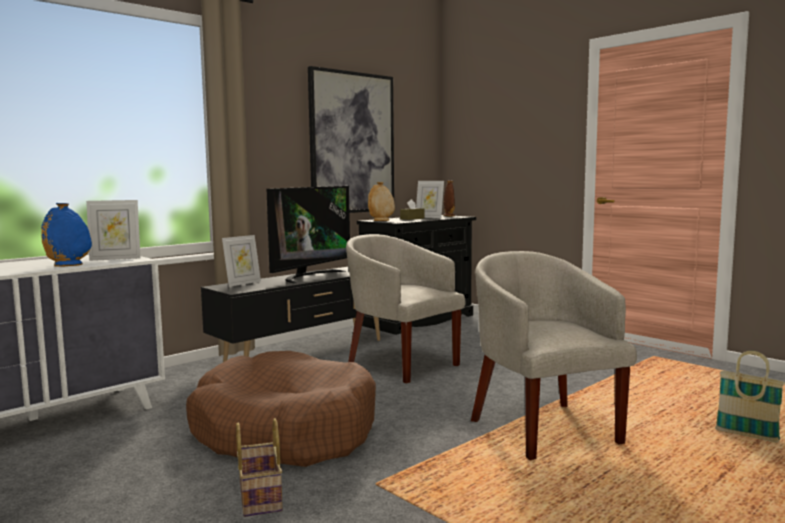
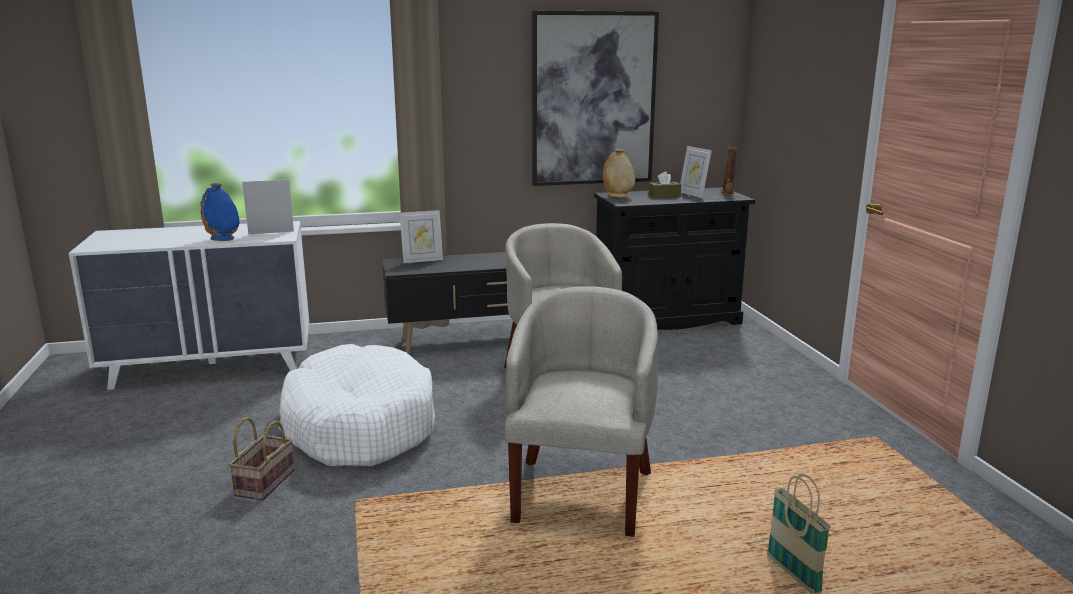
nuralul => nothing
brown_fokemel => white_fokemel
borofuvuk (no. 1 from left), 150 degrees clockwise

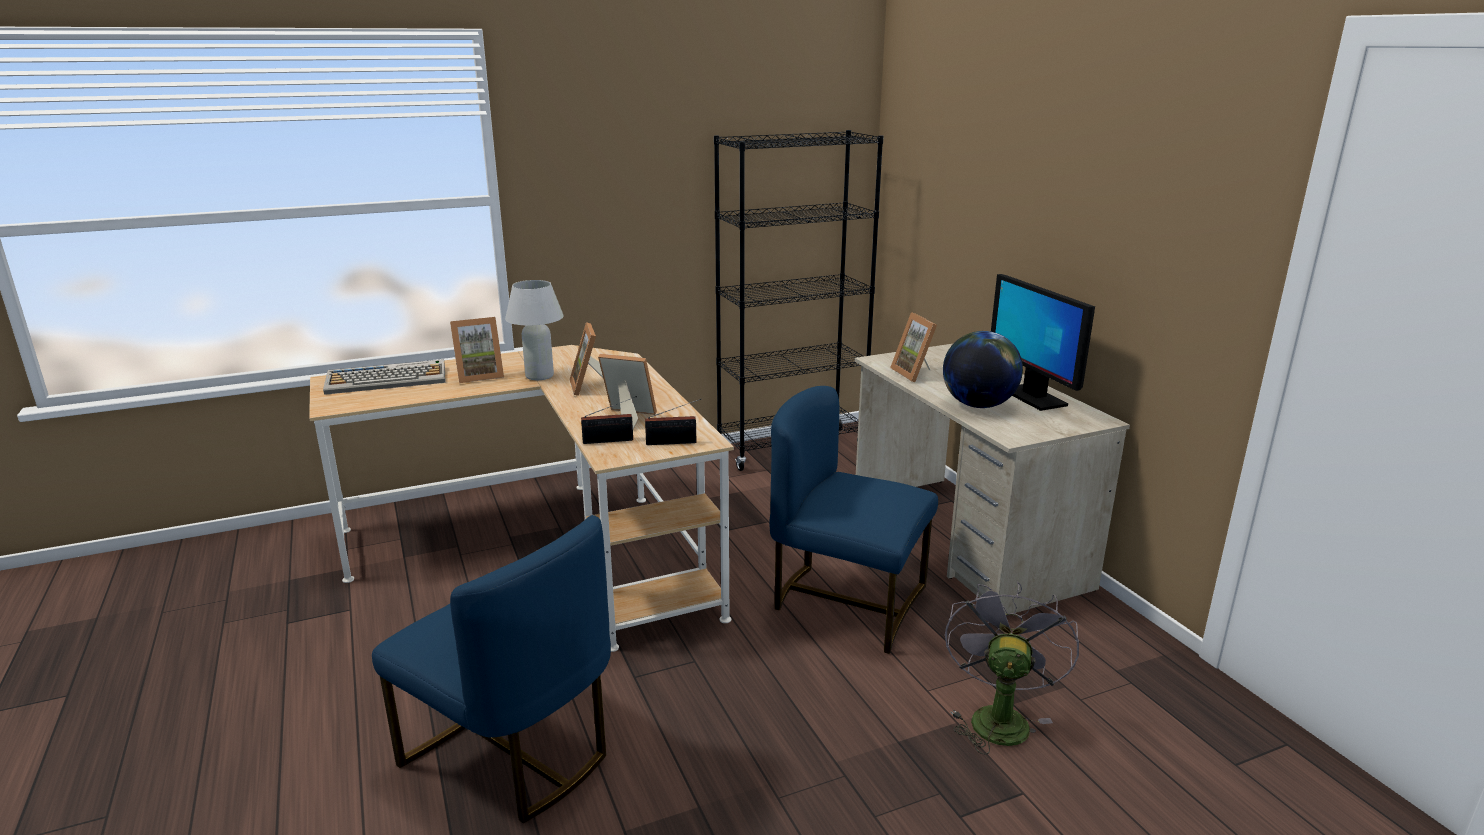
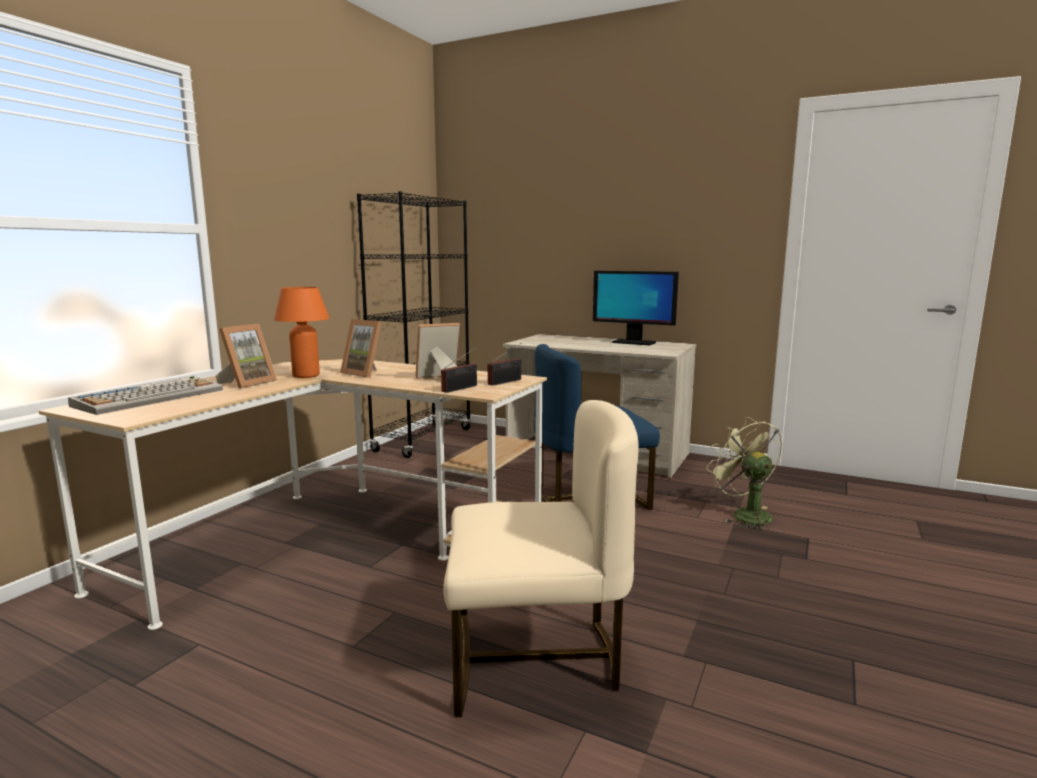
borofuvuk (no. 4 from left) => nothing
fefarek => nothing
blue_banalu (no. 1 from left) => beige_banalu
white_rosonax => orange_rosonax
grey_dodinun => green_dodinun

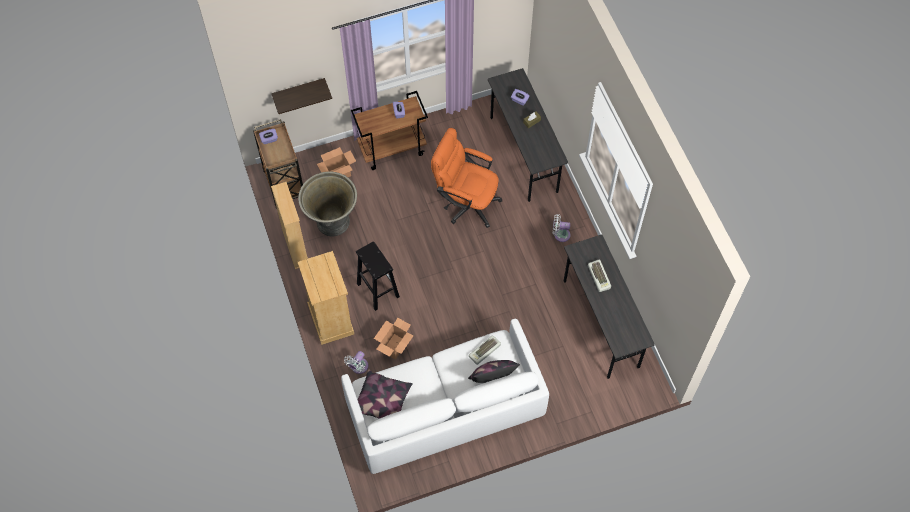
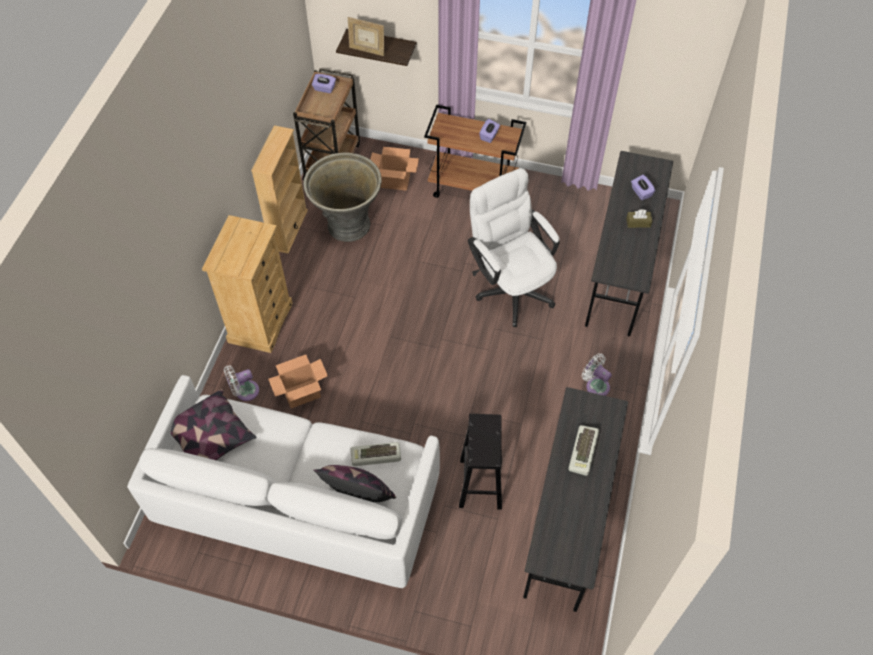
nothing => borofuvuk
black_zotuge, relocated
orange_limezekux => white_limezekux

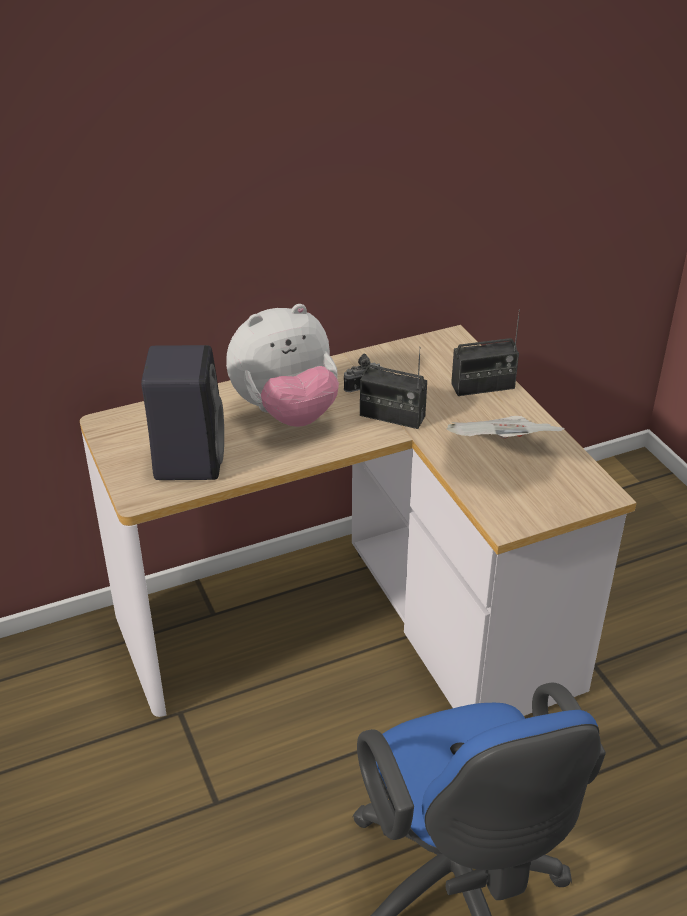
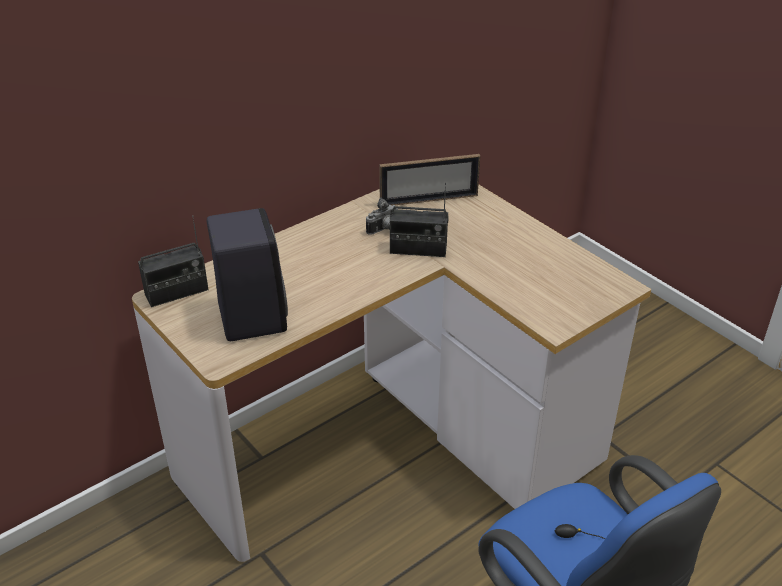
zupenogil => nothing
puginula => nothing
nothing => borofuvuk
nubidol (no. 2 from left in the first image) => nubidol (no. 1 from left), relocated

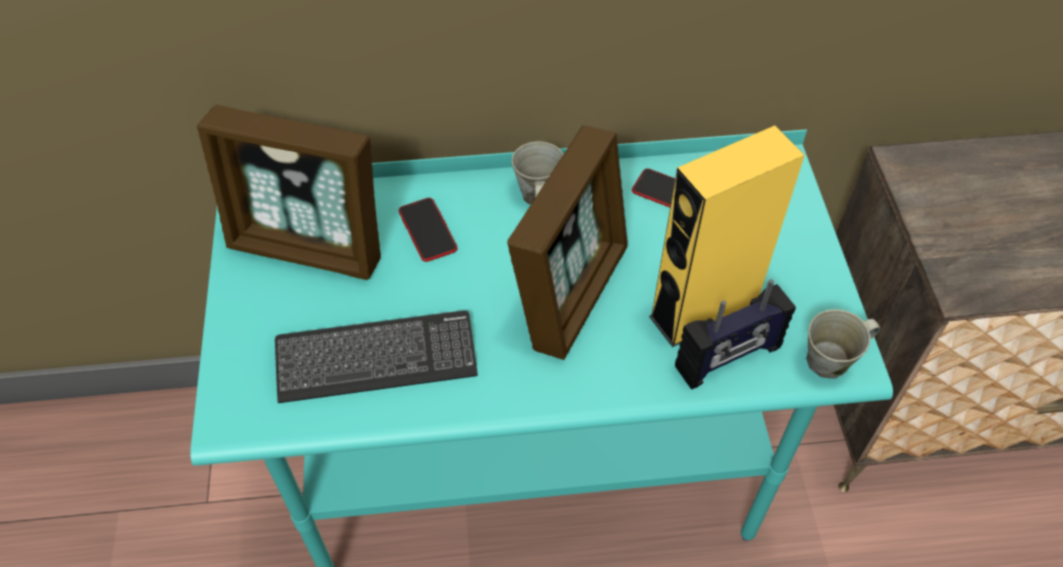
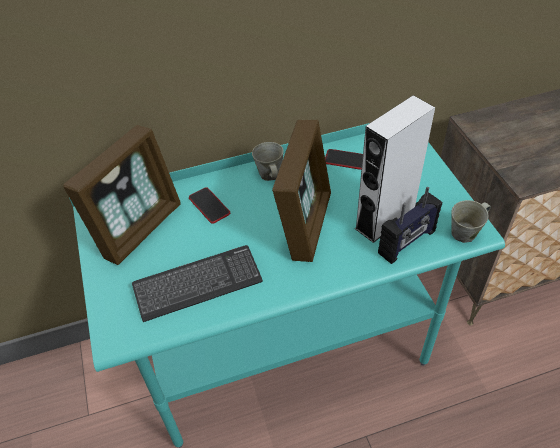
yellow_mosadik => grey_mosadik
borofuvuk (no. 1 from left), 60 degrees counterclockwise

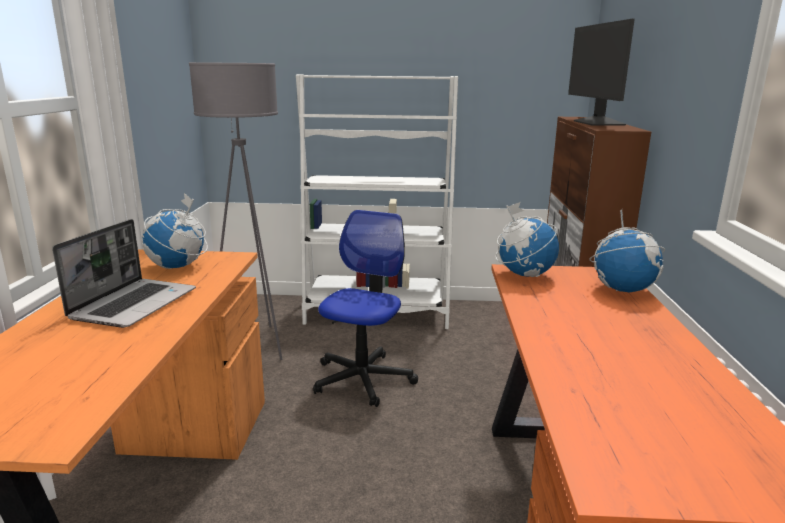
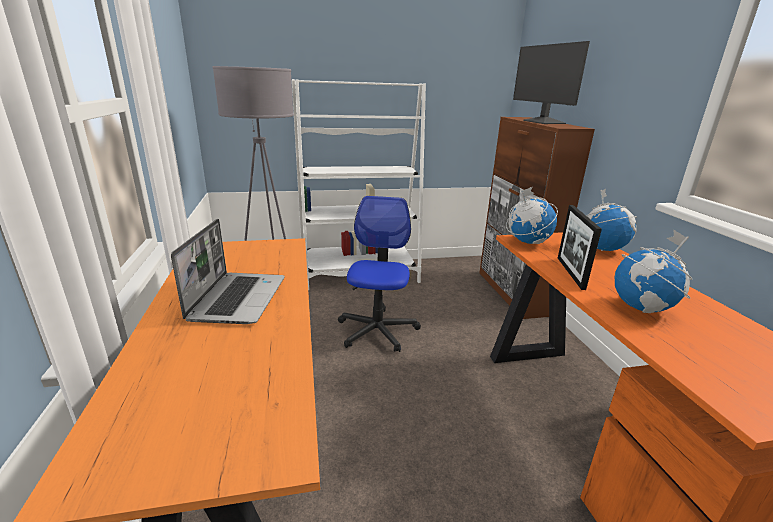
nothing => borofuvuk
fefarek (no. 1 from left in the first image) => fefarek (no. 3 from left), relocated

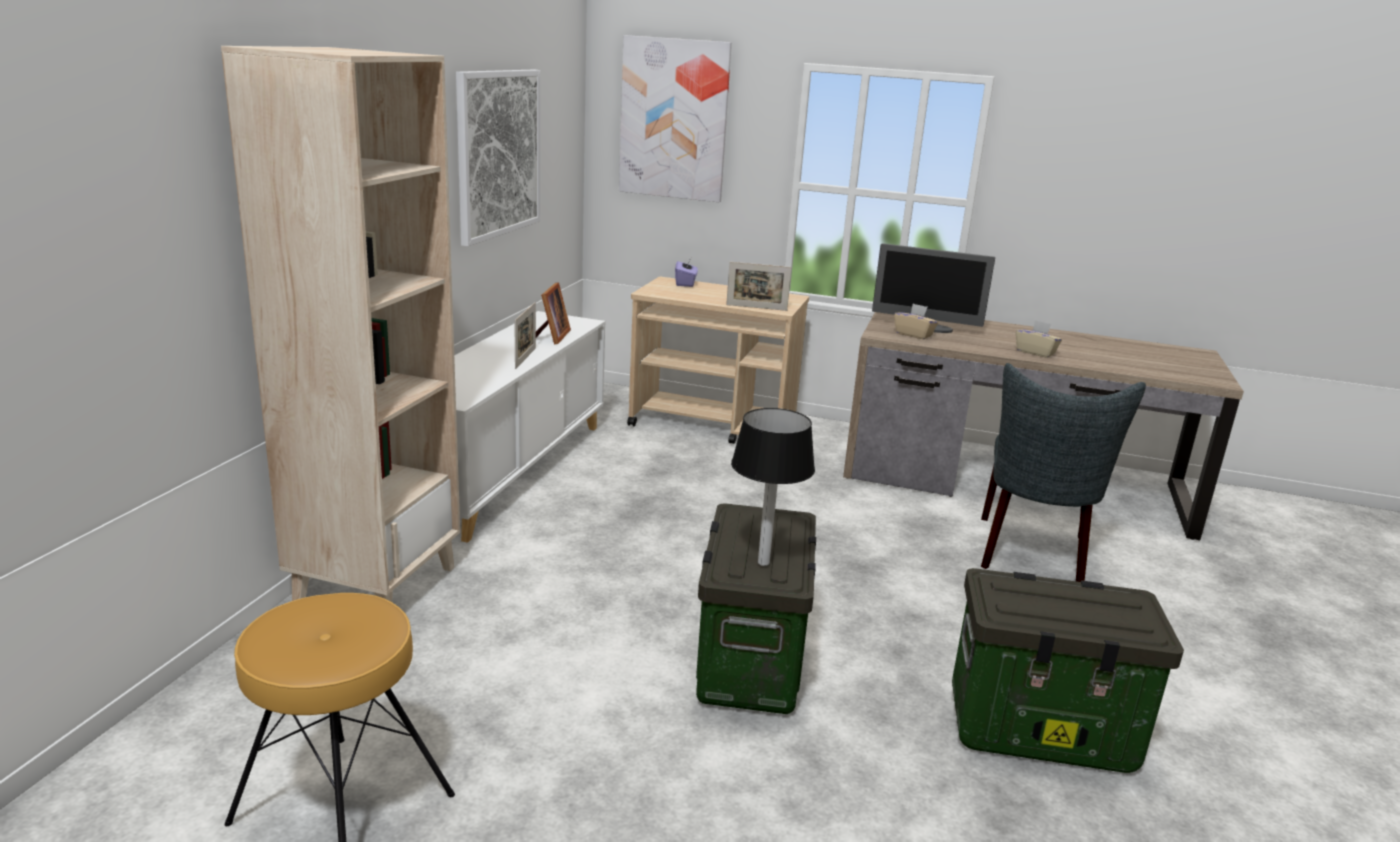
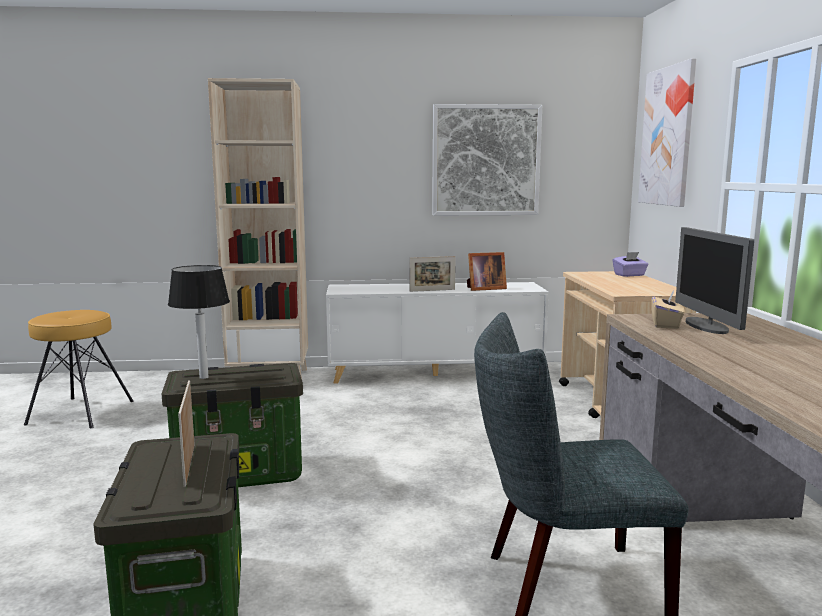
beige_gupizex (no. 2 from left) => nothing
borofuvuk (no. 3 from left in the first image) => borofuvuk (no. 1 from left), relocated

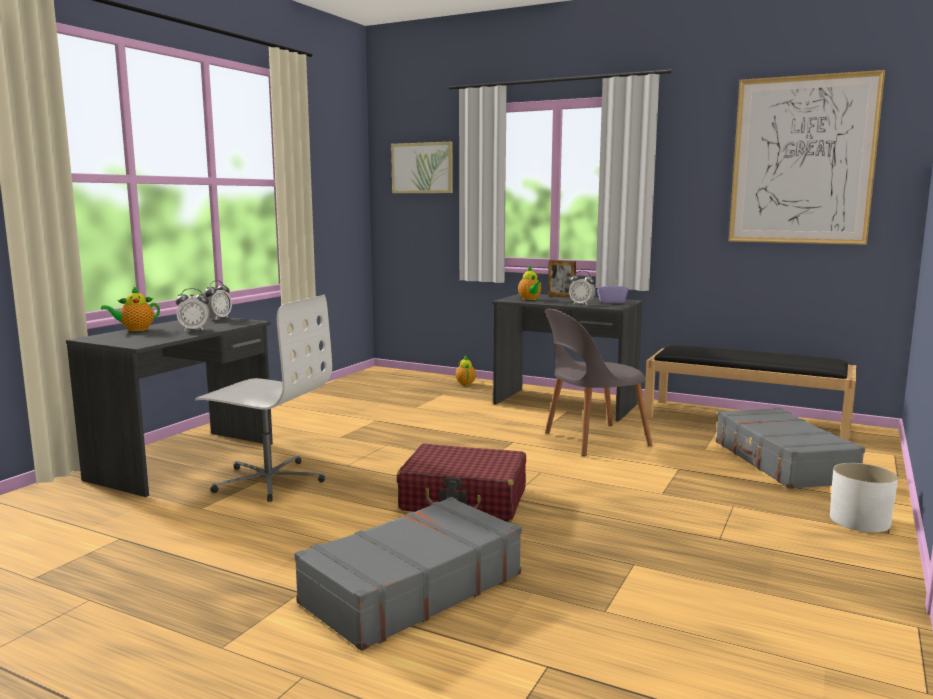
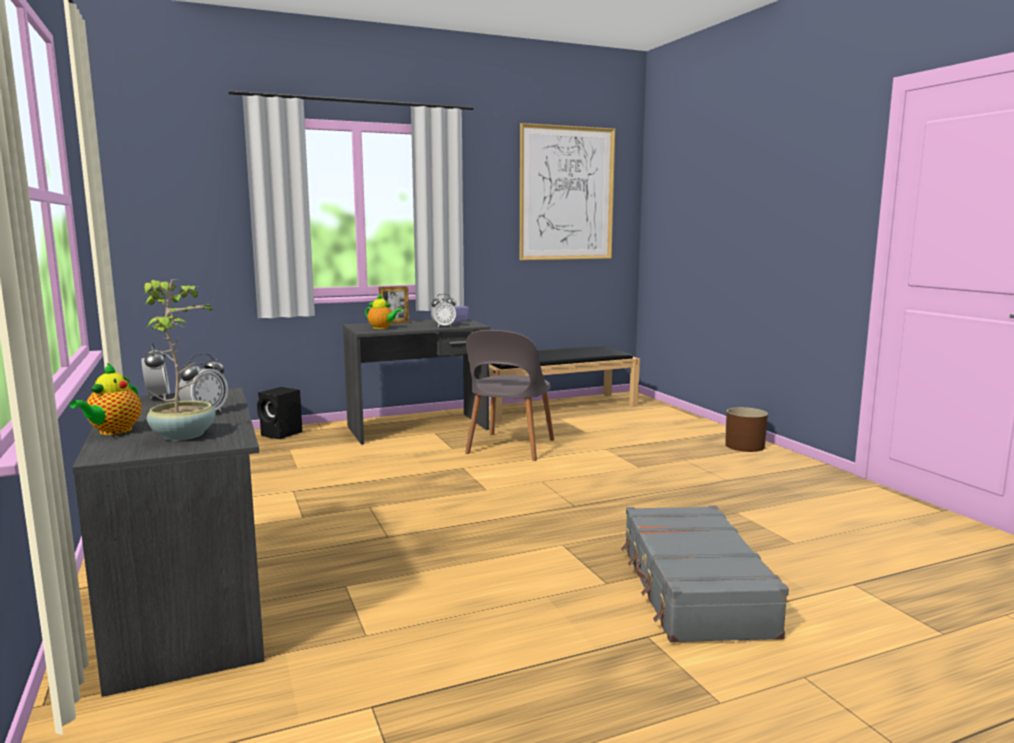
white_limezekux => nothing
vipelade (no. 1 from left) => nothing
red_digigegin => nothing
grey_digigegin (no. 2 from left) => nothing
nothing => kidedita
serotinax (no. 2 from left) => black_mosadik
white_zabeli => brown_zabeli

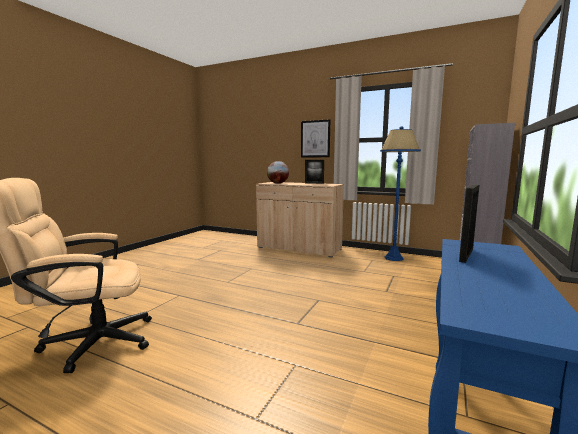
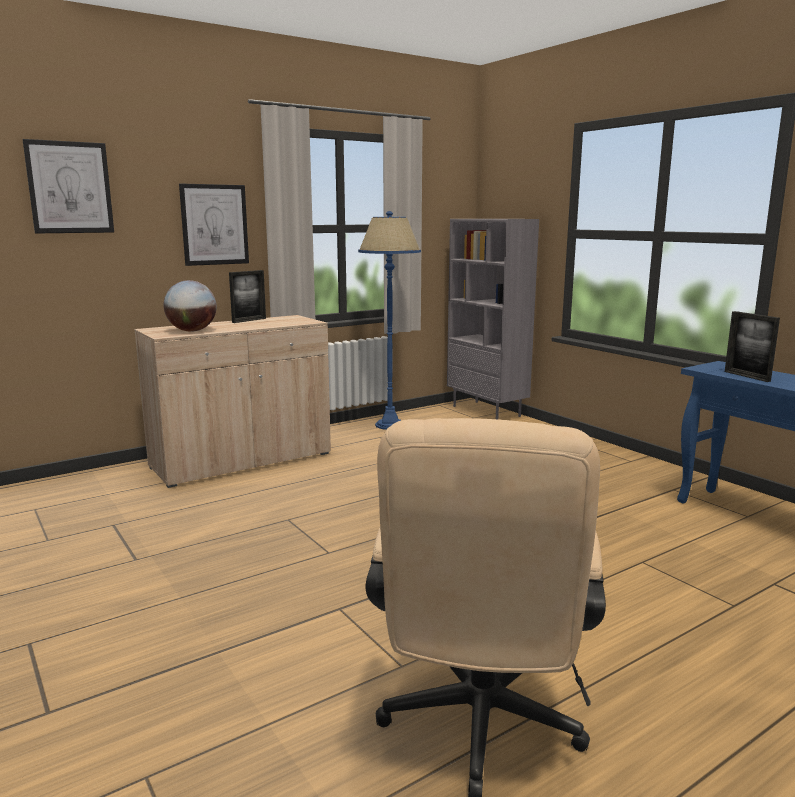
nothing => vipelade (no. 1 from left)

